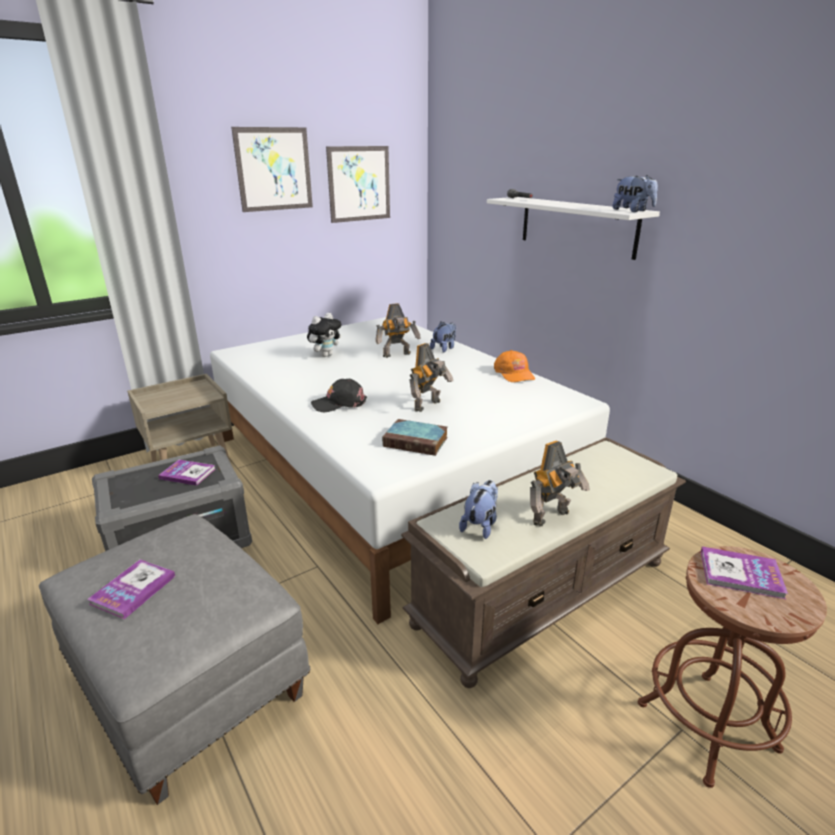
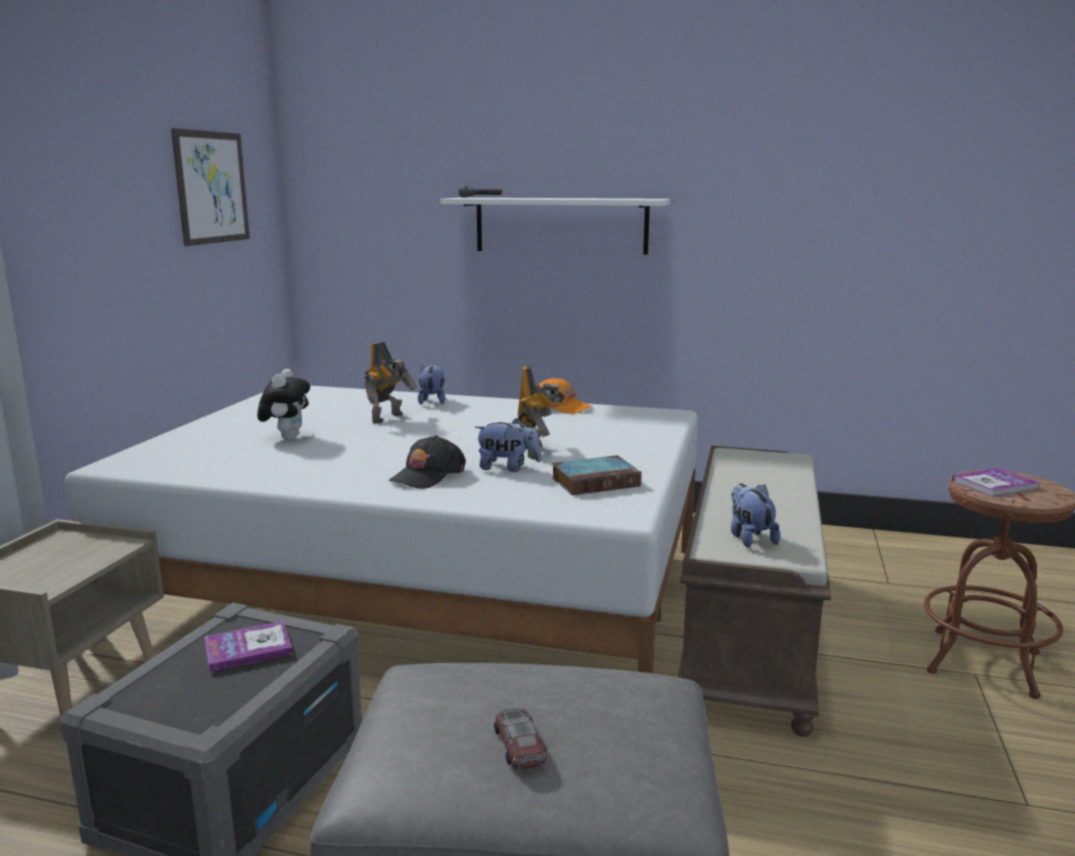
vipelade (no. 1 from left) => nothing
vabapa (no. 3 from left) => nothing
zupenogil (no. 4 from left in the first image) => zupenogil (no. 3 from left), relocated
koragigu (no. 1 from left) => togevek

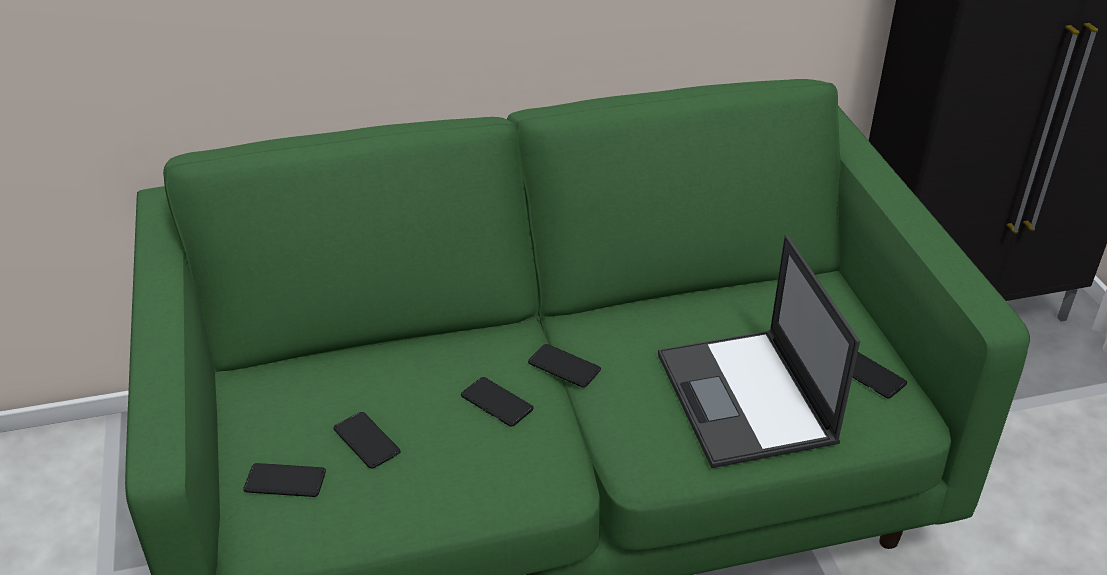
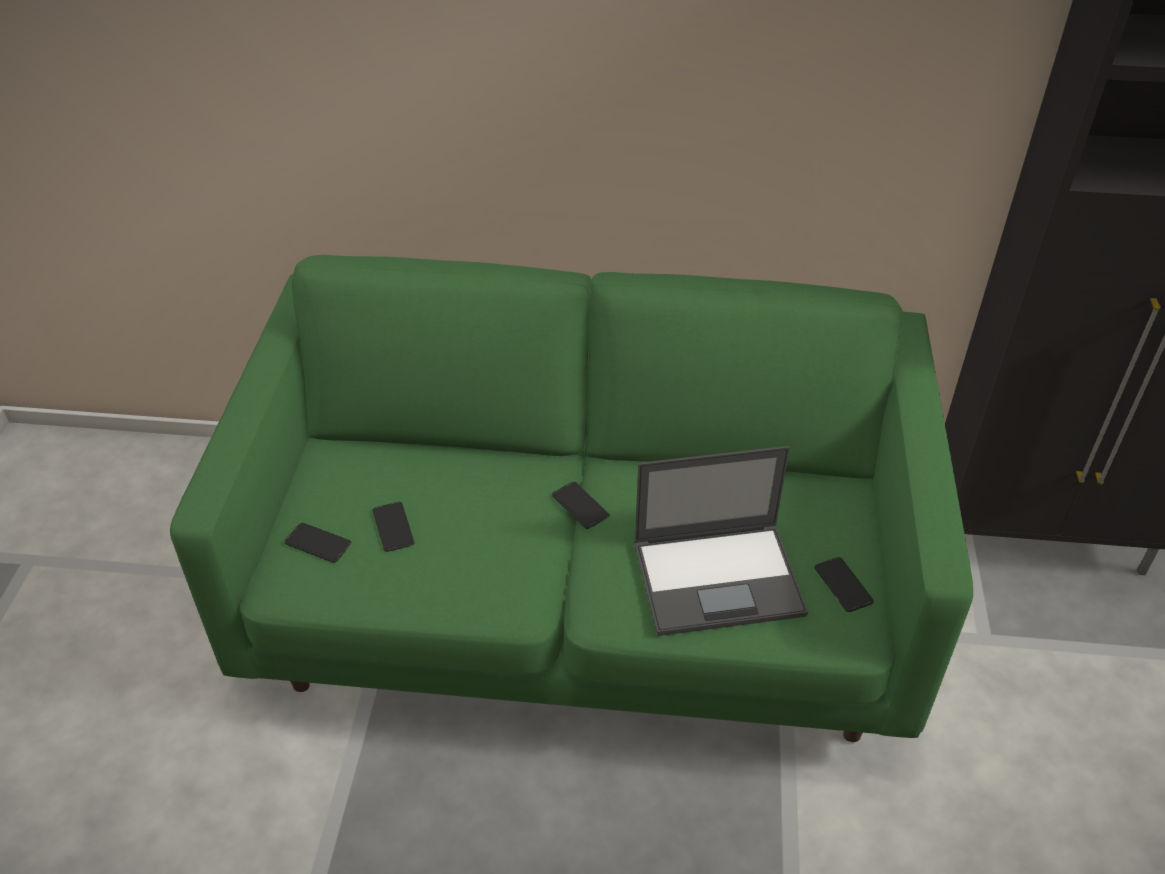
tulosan (no. 3 from left) => nothing
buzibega, 105 degrees counterclockwise

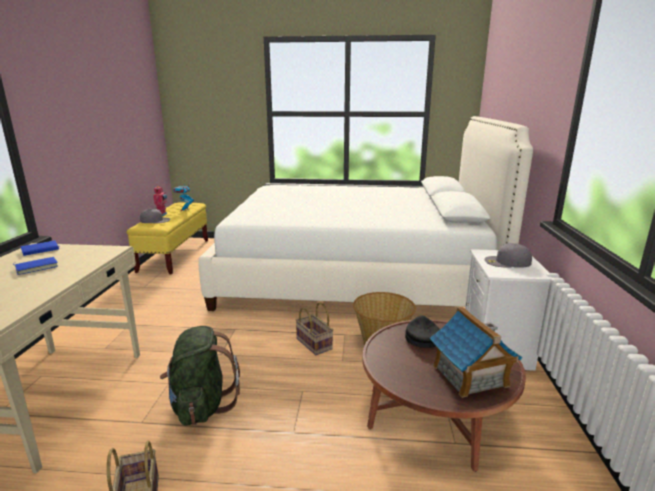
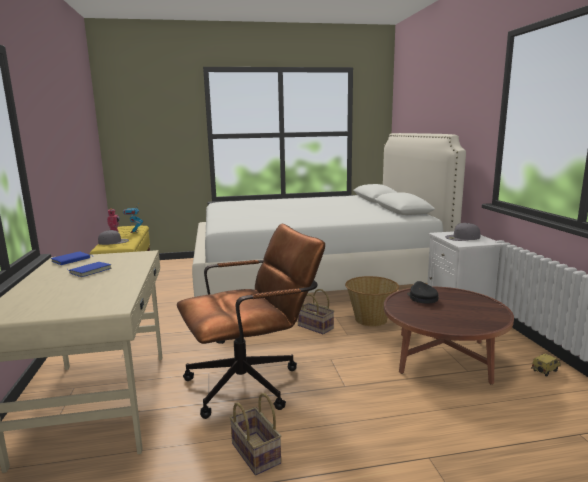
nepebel => nothing
nothing => togevek
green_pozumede => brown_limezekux

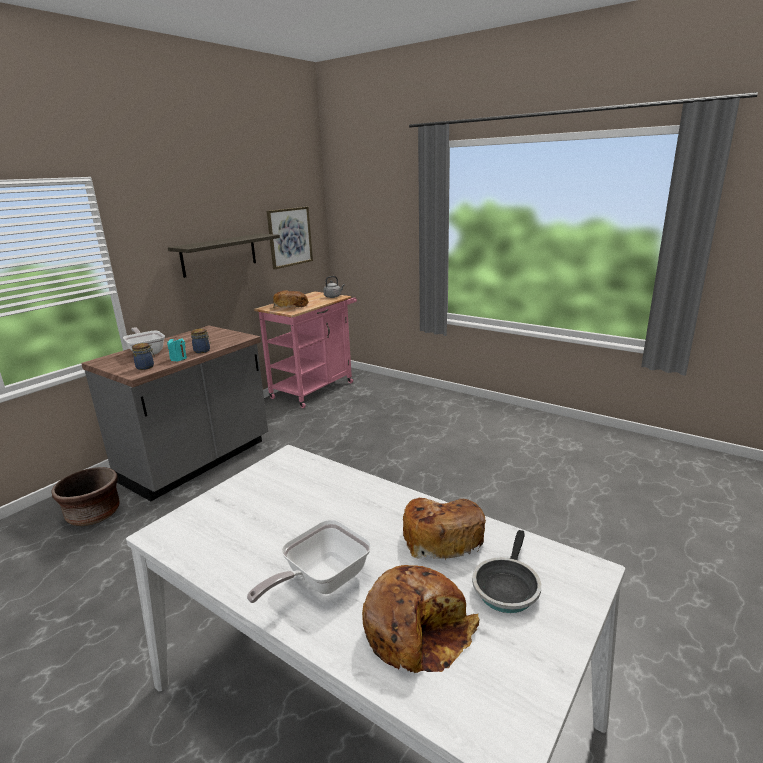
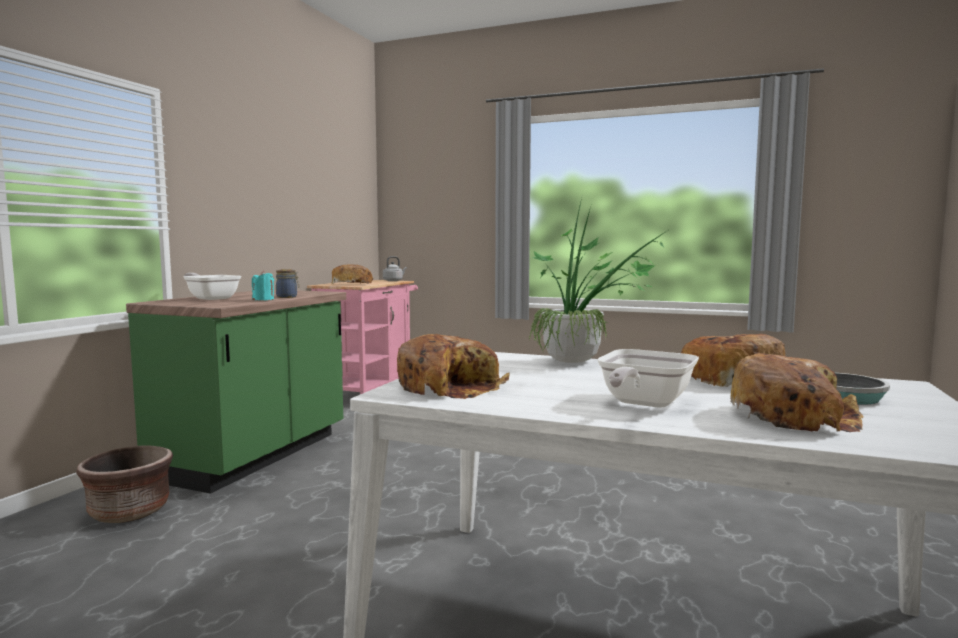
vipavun (no. 1 from left) => nothing
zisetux => nothing
vipelade => nothing
nothing => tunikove (no. 2 from left)
nothing => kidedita
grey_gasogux => green_gasogux

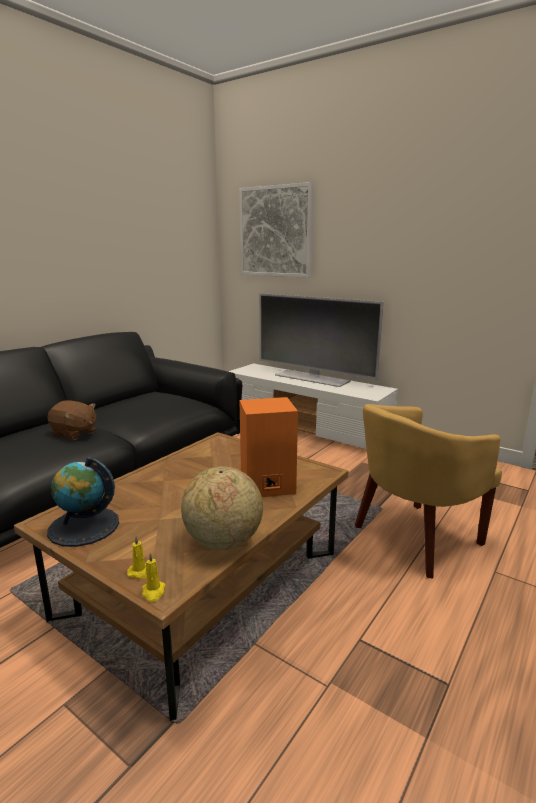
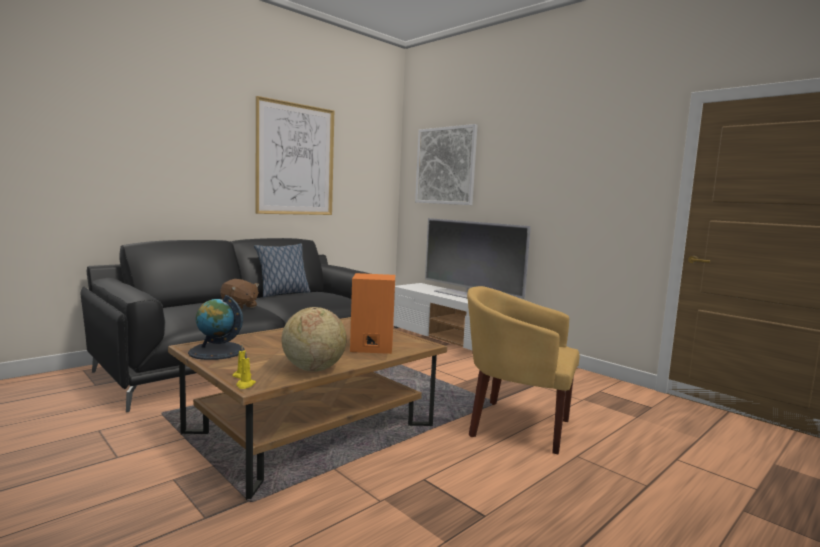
nothing => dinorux
nothing => vipelade (no. 1 from left)
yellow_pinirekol, 45 degrees clockwise

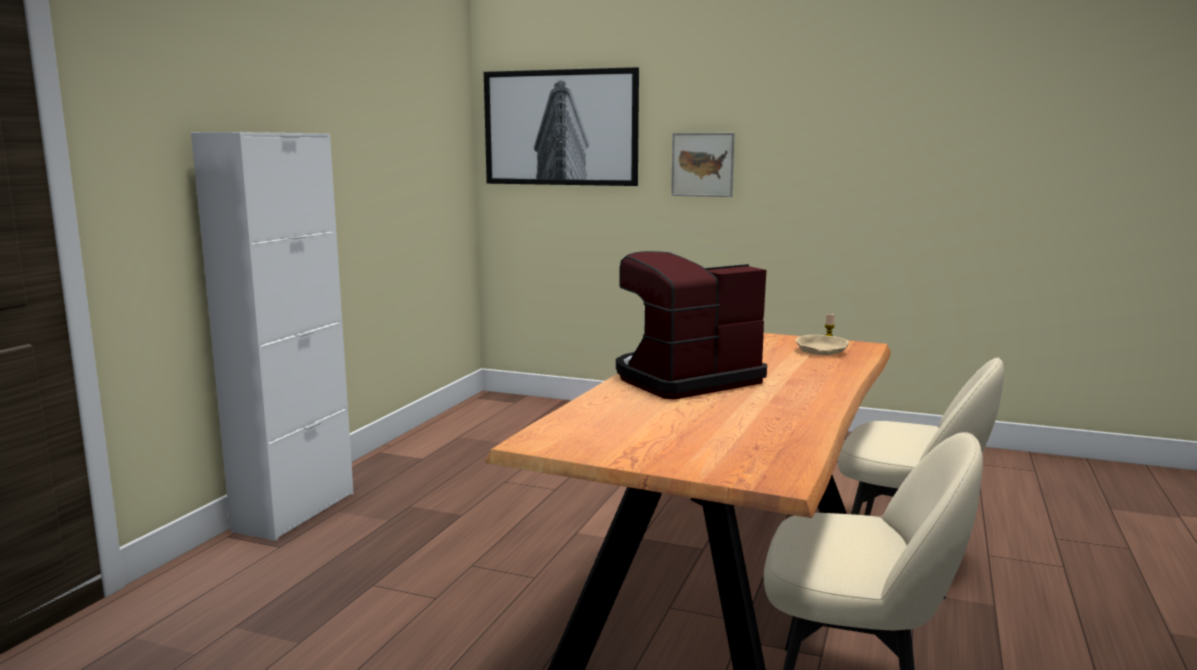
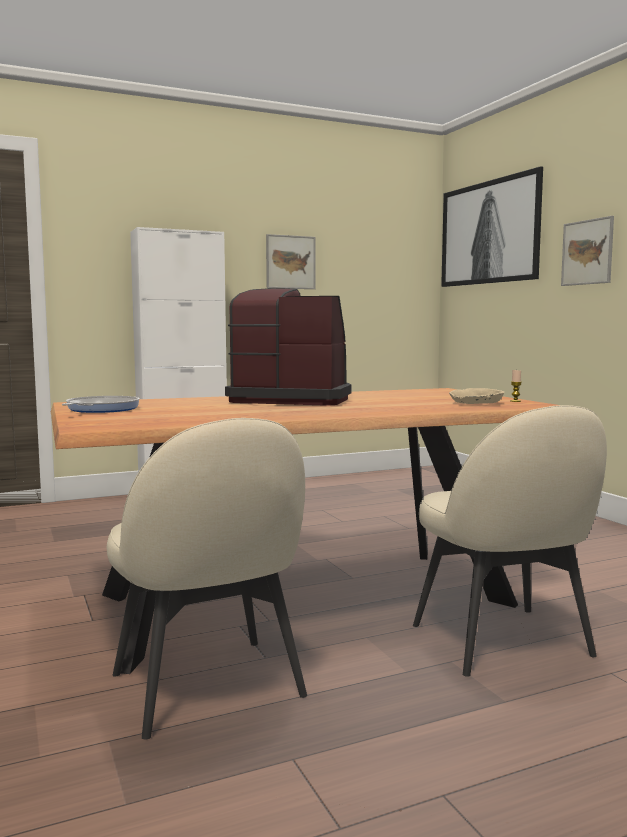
nothing => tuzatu
nothing => vipelade (no. 1 from left)

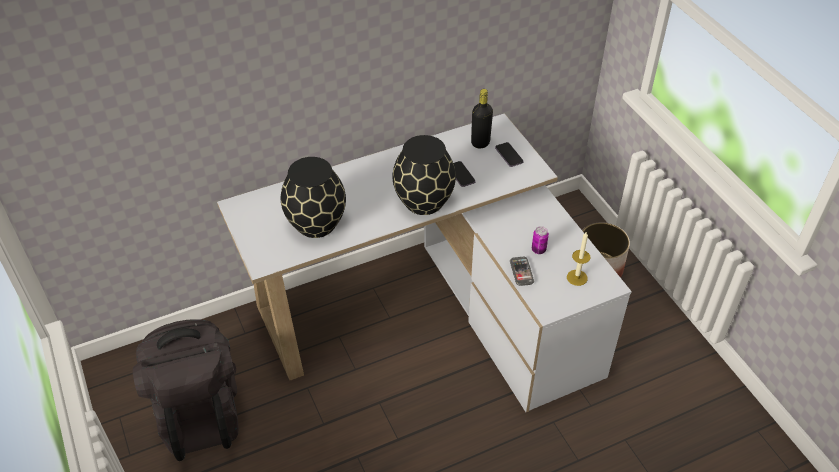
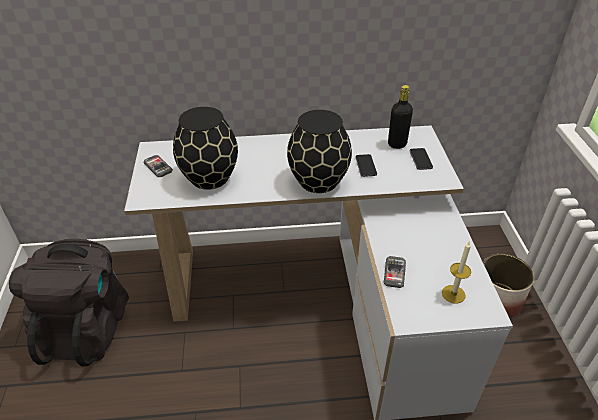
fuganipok => nothing
nothing => tulosan (no. 1 from left)

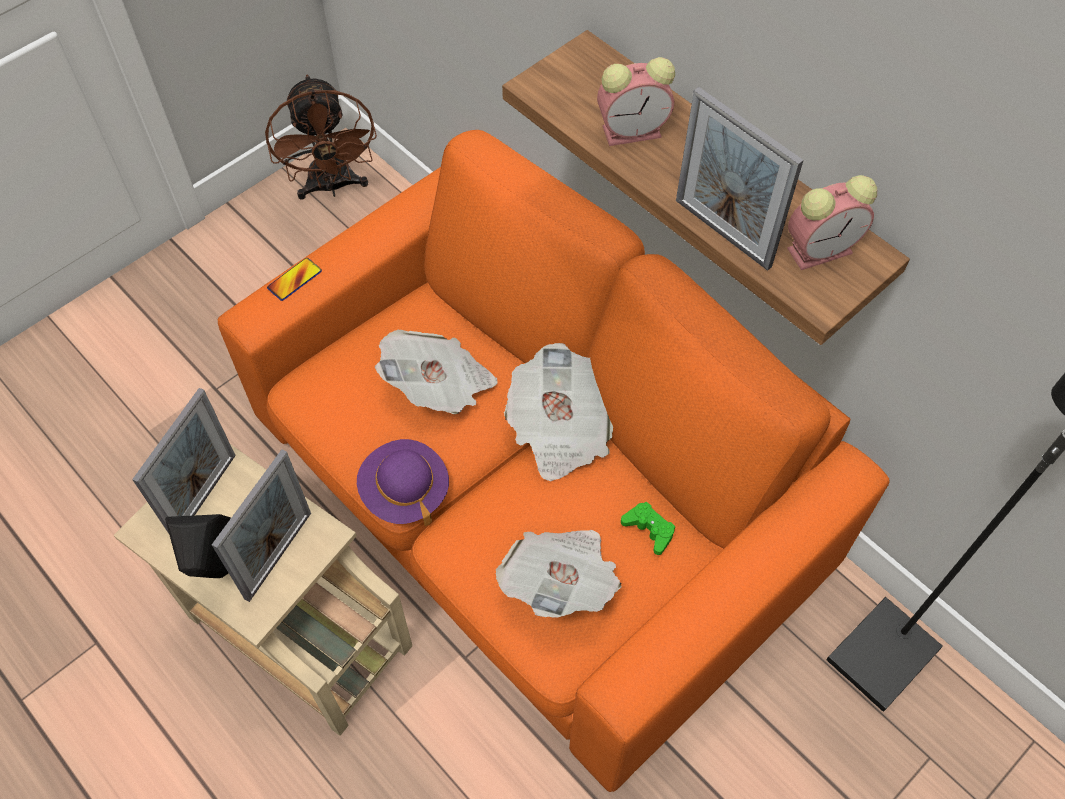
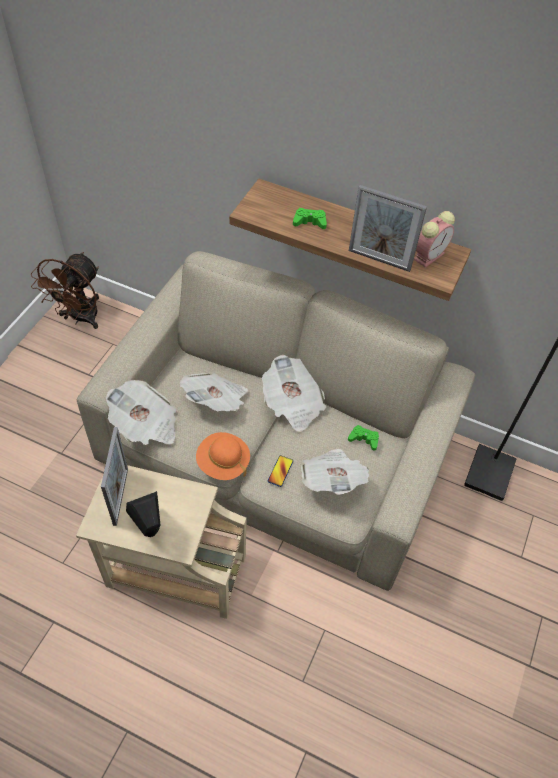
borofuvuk (no. 2 from left) => nothing
nothing => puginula (no. 1 from left)
tulosan, relocated
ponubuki (no. 1 from left) => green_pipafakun (no. 1 from left)
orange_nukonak => beige_nukonak
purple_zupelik => orange_zupelik
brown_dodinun, 60 degrees clockwise

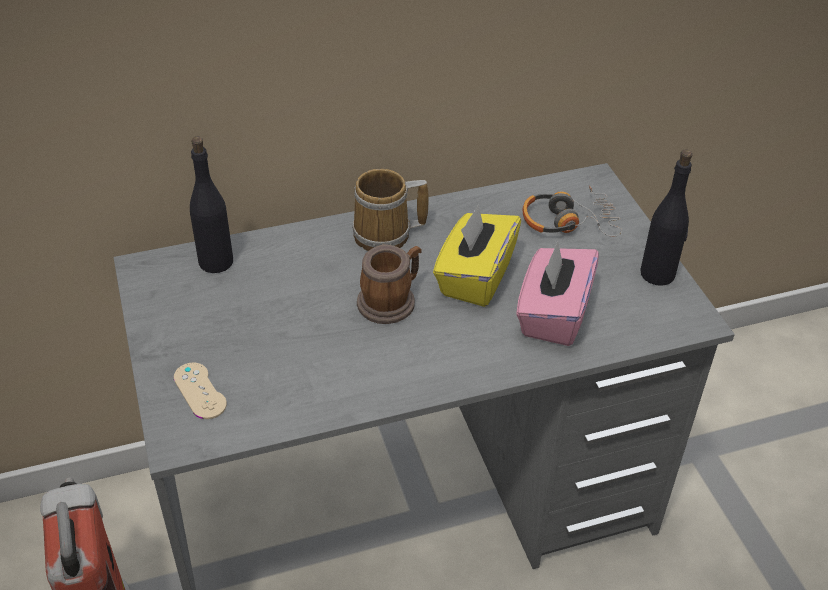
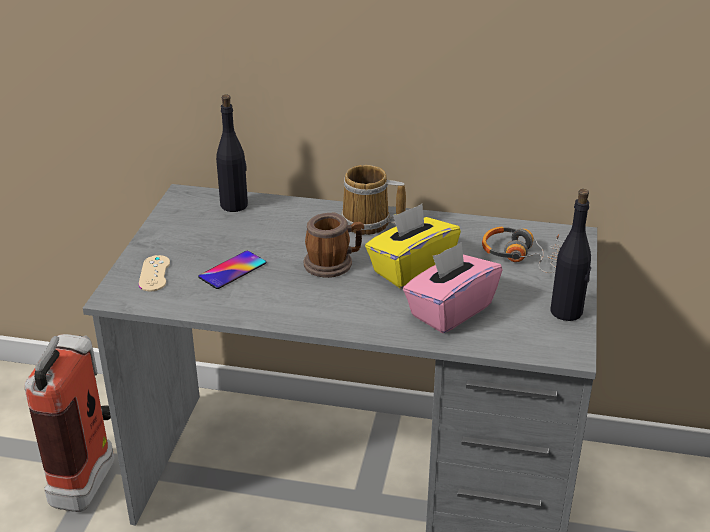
nothing => tulosan

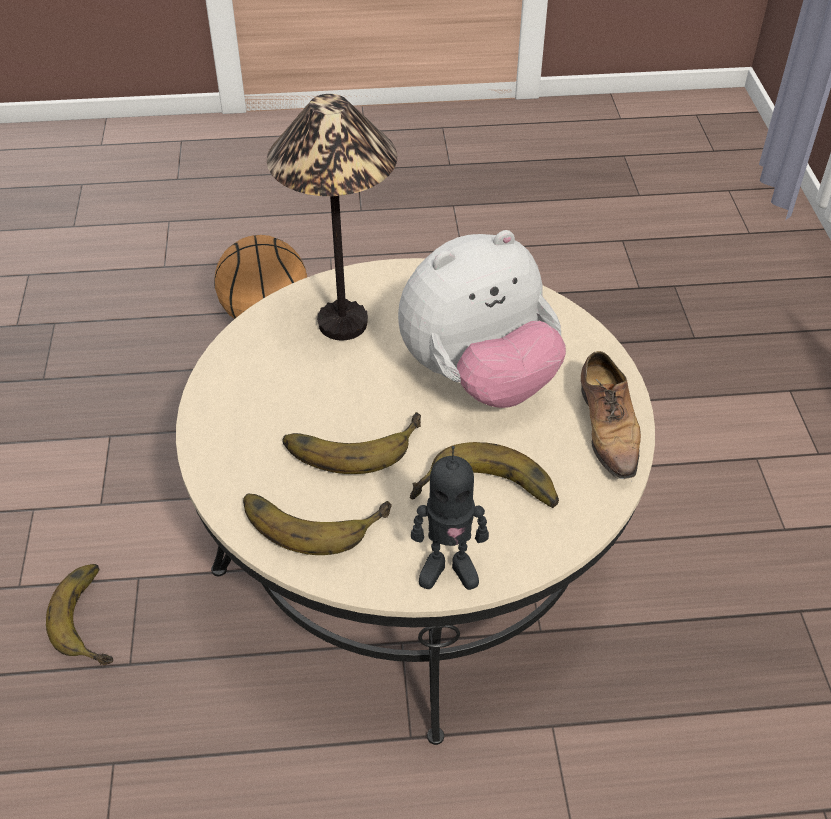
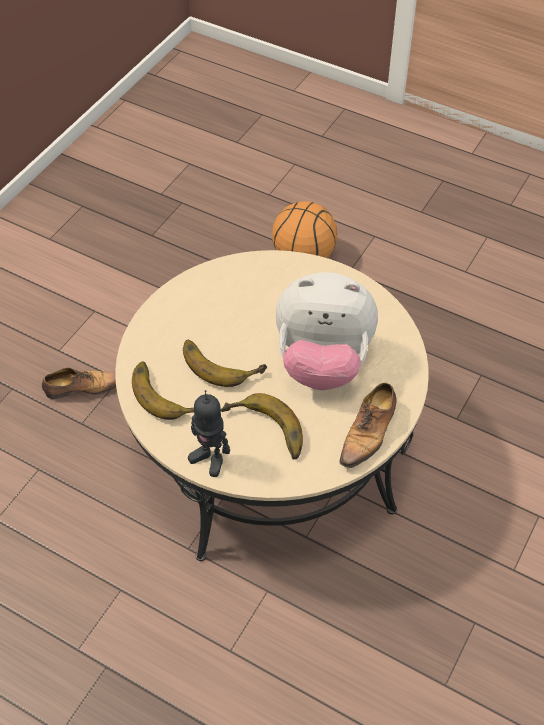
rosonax => nothing
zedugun (no. 1 from left) => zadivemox (no. 1 from left)

